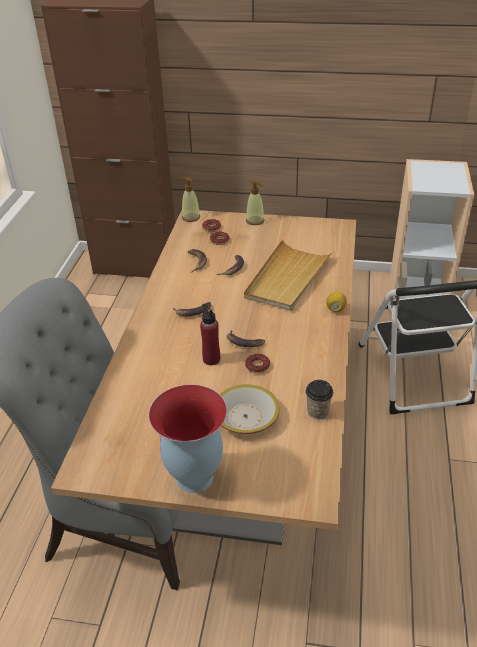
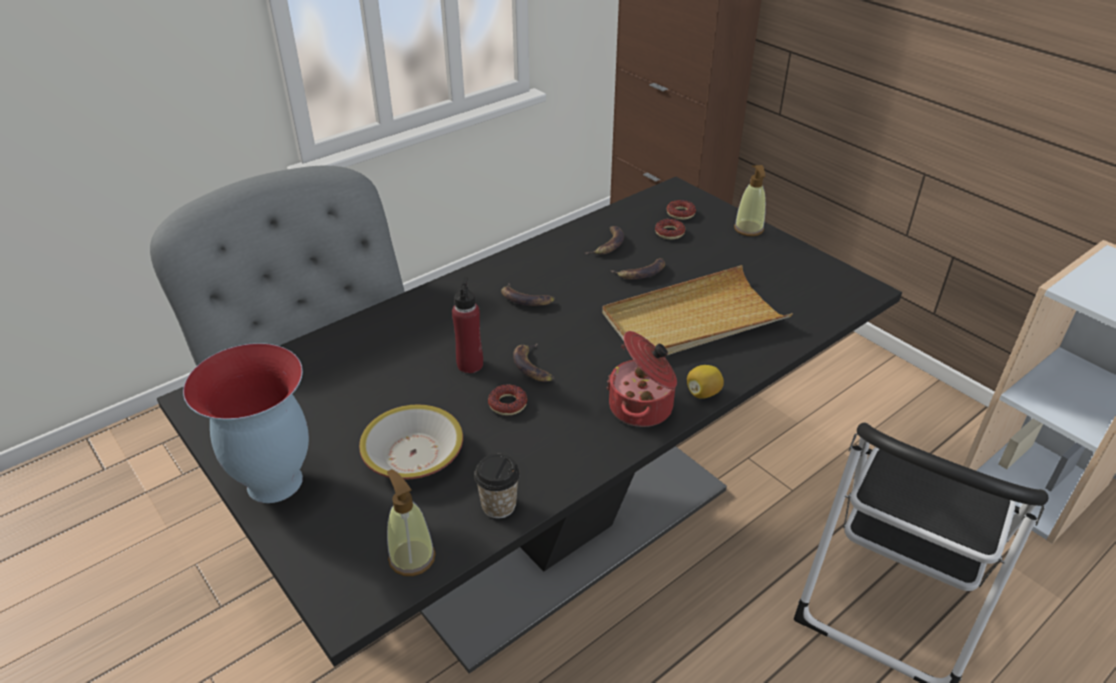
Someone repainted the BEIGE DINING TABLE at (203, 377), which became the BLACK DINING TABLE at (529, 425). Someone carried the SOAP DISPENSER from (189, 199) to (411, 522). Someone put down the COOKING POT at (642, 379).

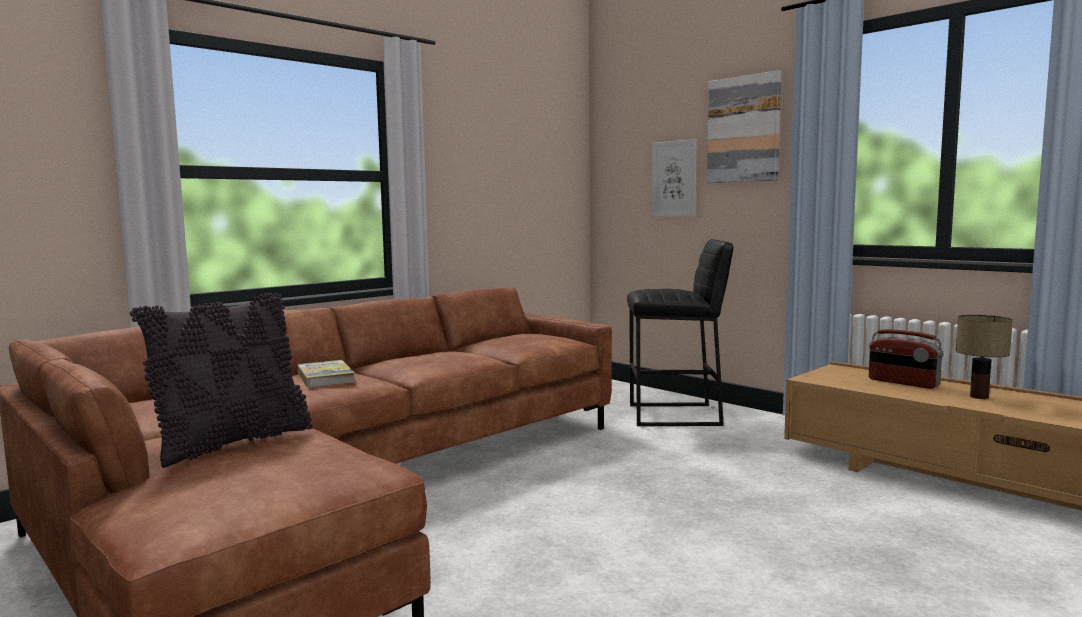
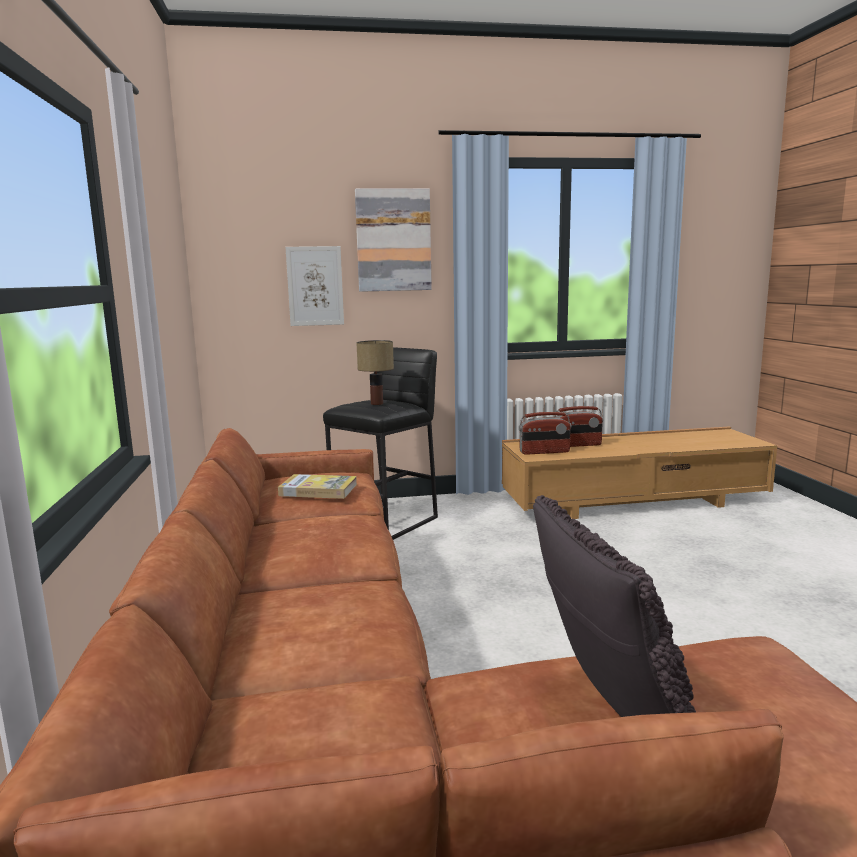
Someone carried the BOOK from (326, 374) to (317, 486). Someone carried the TABLE LAMP from (984, 357) to (375, 372). Someone put down the RADIO at (545, 433).

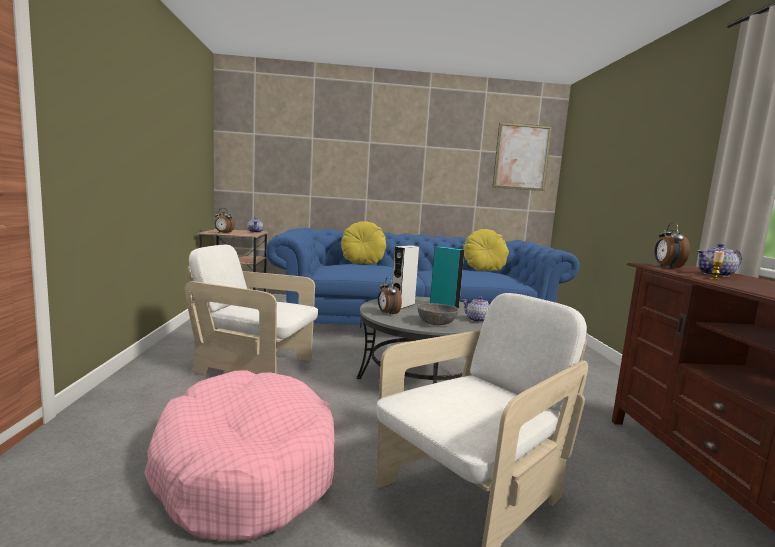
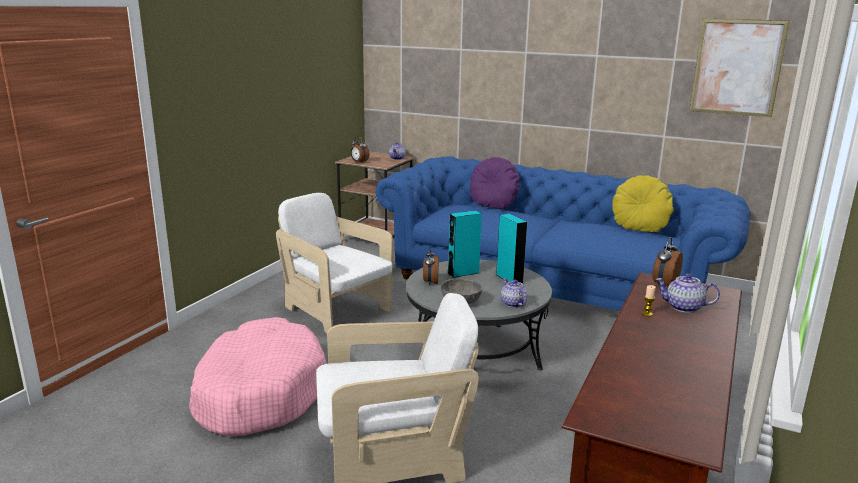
Someone repainted the WHITE SPEAKER at (405, 277), which became the TURQUOISE SPEAKER at (465, 244). Someone repainted the YELLOW PILLOW at (364, 242), which became the PURPLE PILLOW at (494, 183).

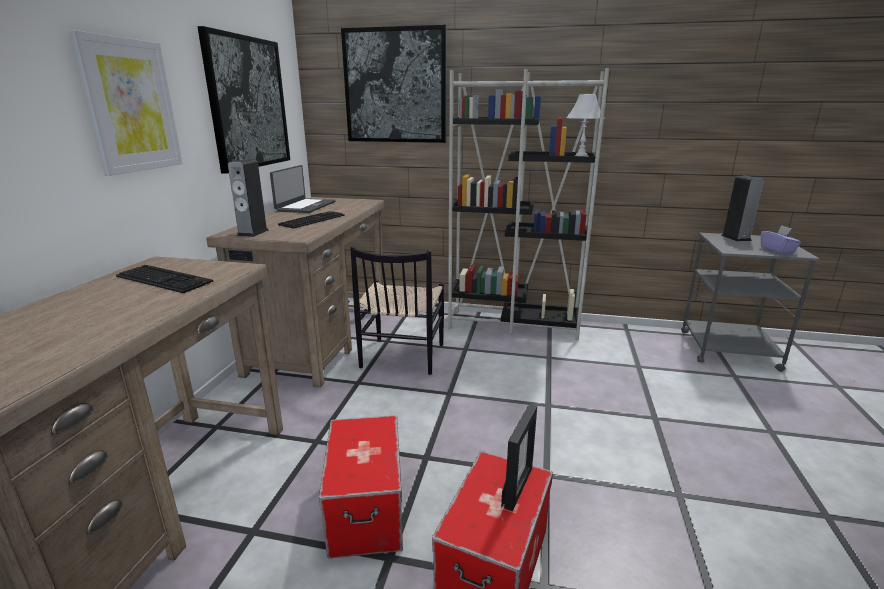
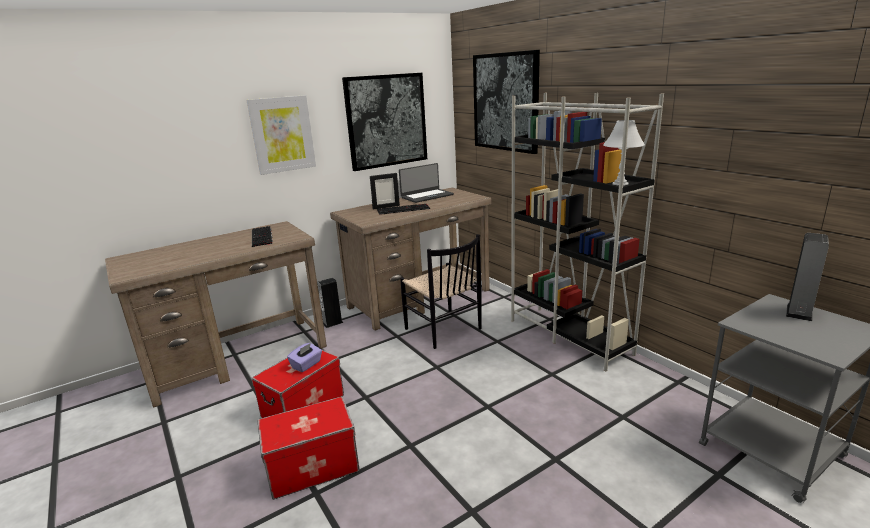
Someone carried the PURPLE TISSUE BOX from (781, 239) to (304, 357). Someone carried the SPEAKER from (248, 198) to (330, 303). Someone carried the PICTURE FRAME from (519, 457) to (385, 191). Someone rotated the BLACK CHAIR at (397, 310) by 90 degrees counterclockwise.

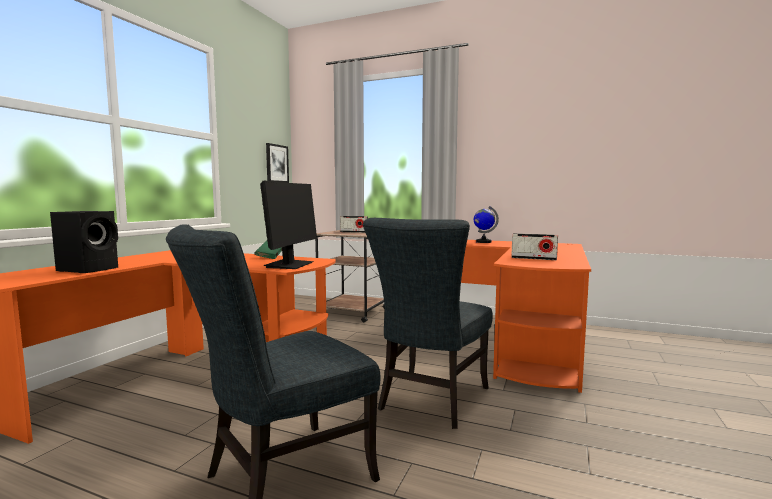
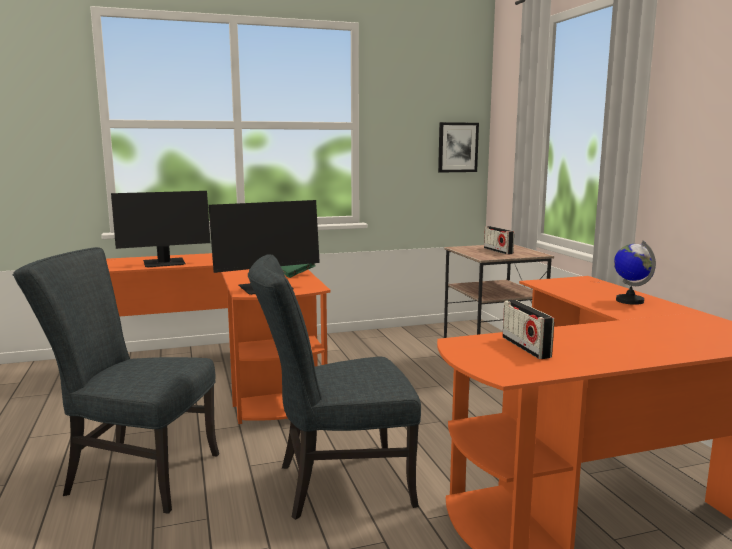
Someone swapped the BLACK SPEAKER at (84, 242) for the MONITOR at (161, 229).

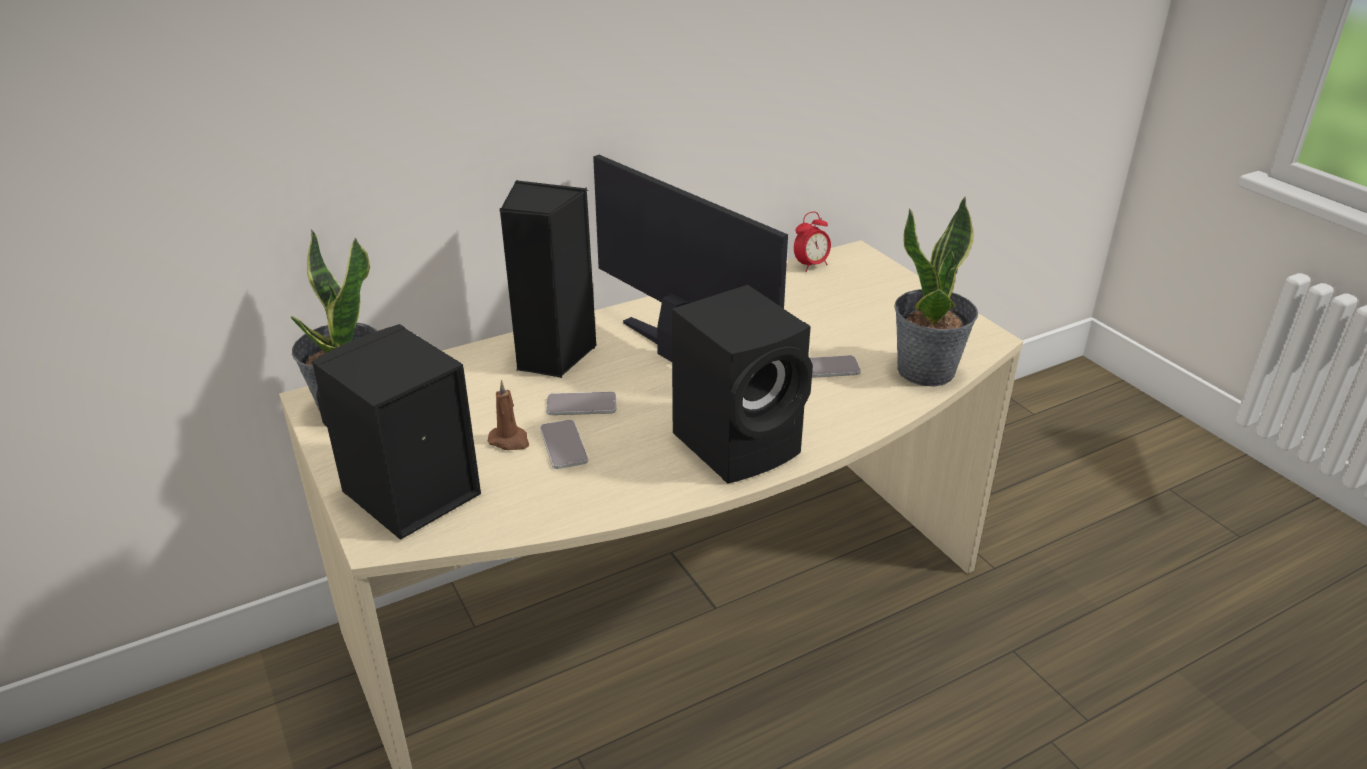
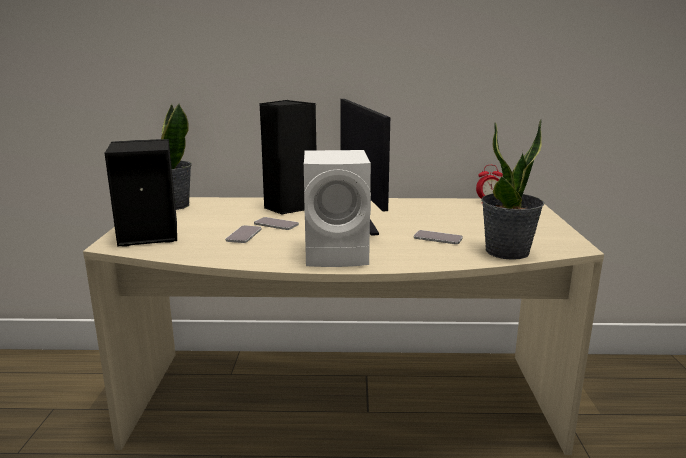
Someone repainted the BLACK SPEAKER at (742, 384), which became the WHITE SPEAKER at (337, 208). Someone took away the BROWN CANDLE at (508, 415).

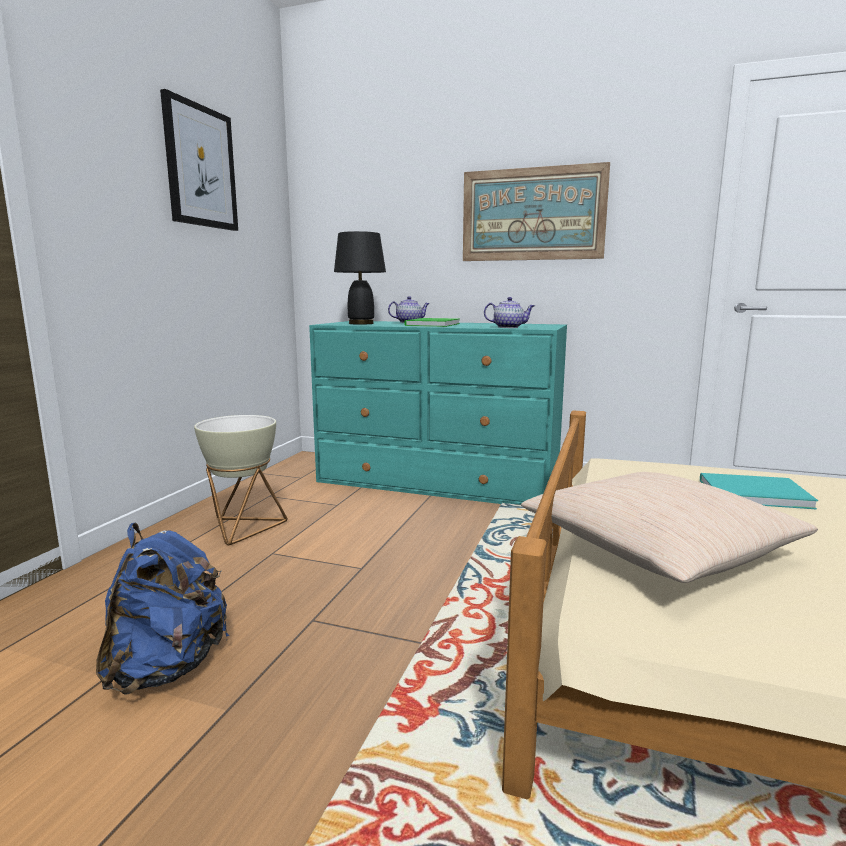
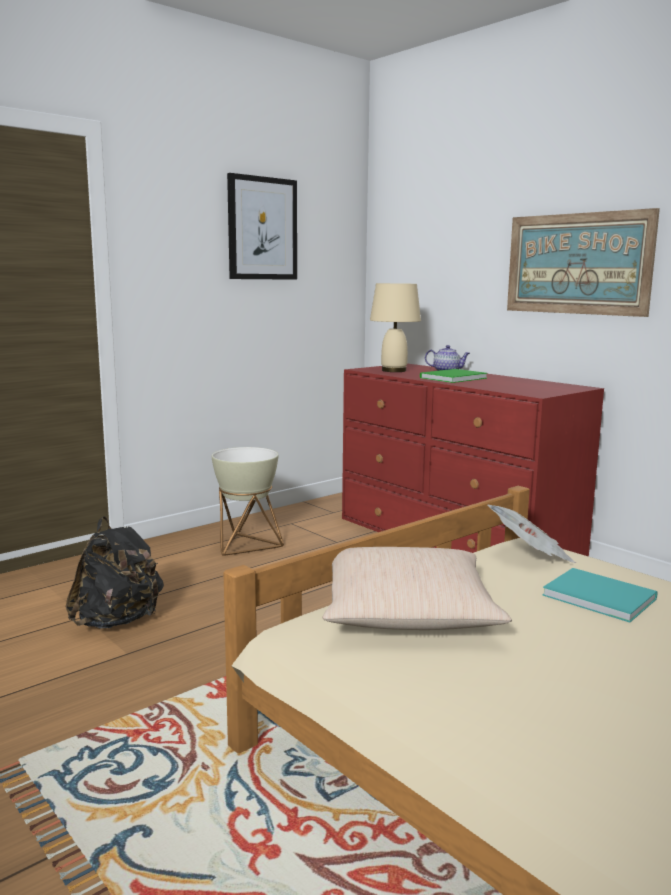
Someone repainted the BLUE BACKPACK at (162, 608), which became the BLACK BACKPACK at (115, 572). Someone repainted the TURQUOISE DRESSER at (438, 413), which became the RED DRESSER at (473, 460). Someone repainted the BLACK TABLE LAMP at (360, 278), which became the BEIGE TABLE LAMP at (395, 327). Someone put down the NEWSPAPER at (531, 533). Someone took away the TEAPOT at (509, 312).

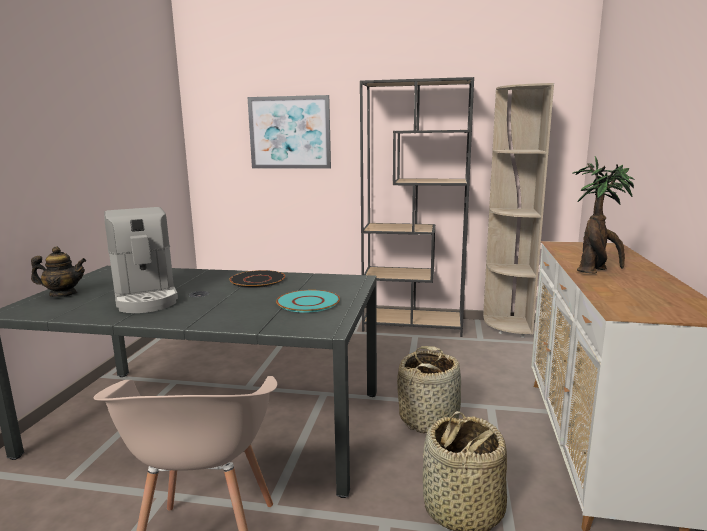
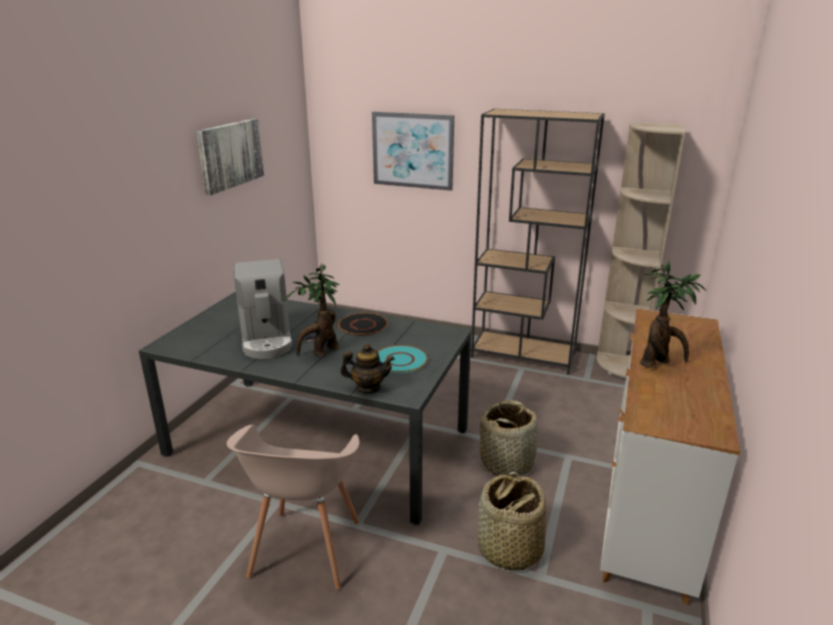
Someone put up the PICTURE at (230, 156). Someone put down the POTTED PLANT at (311, 309). Someone carried the TEAPOT from (58, 271) to (367, 368).

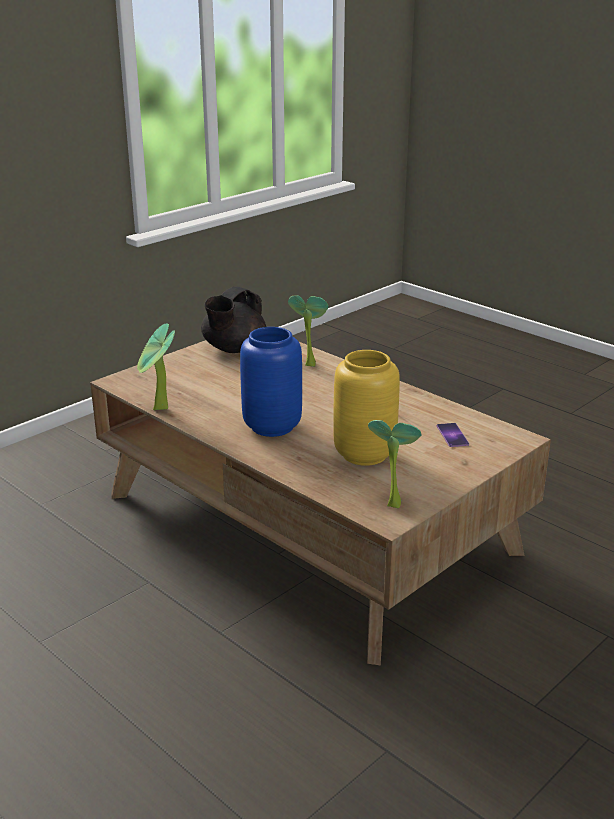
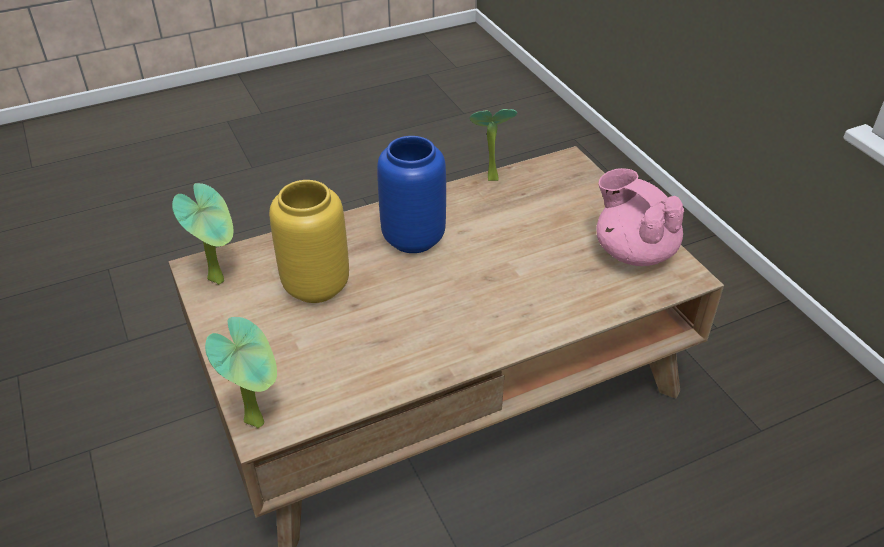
Someone carried the POTTED PLANT from (308, 331) to (241, 373). Someone repainted the BLACK TEAPOT at (233, 319), which became the PINK TEAPOT at (640, 217). Someone took away the PHONE at (453, 435).

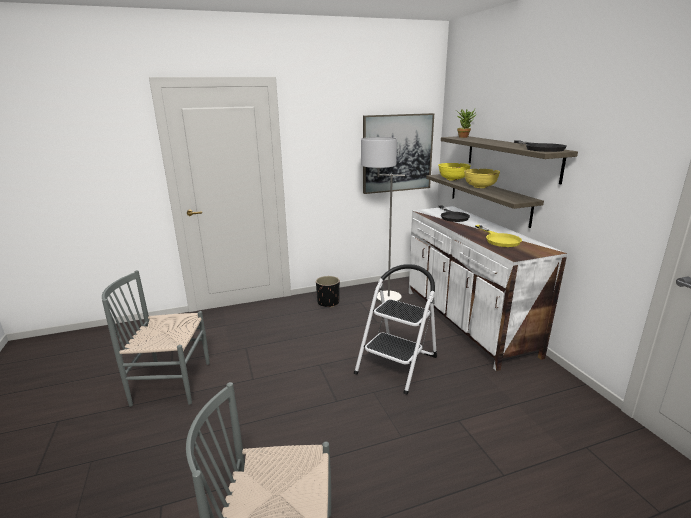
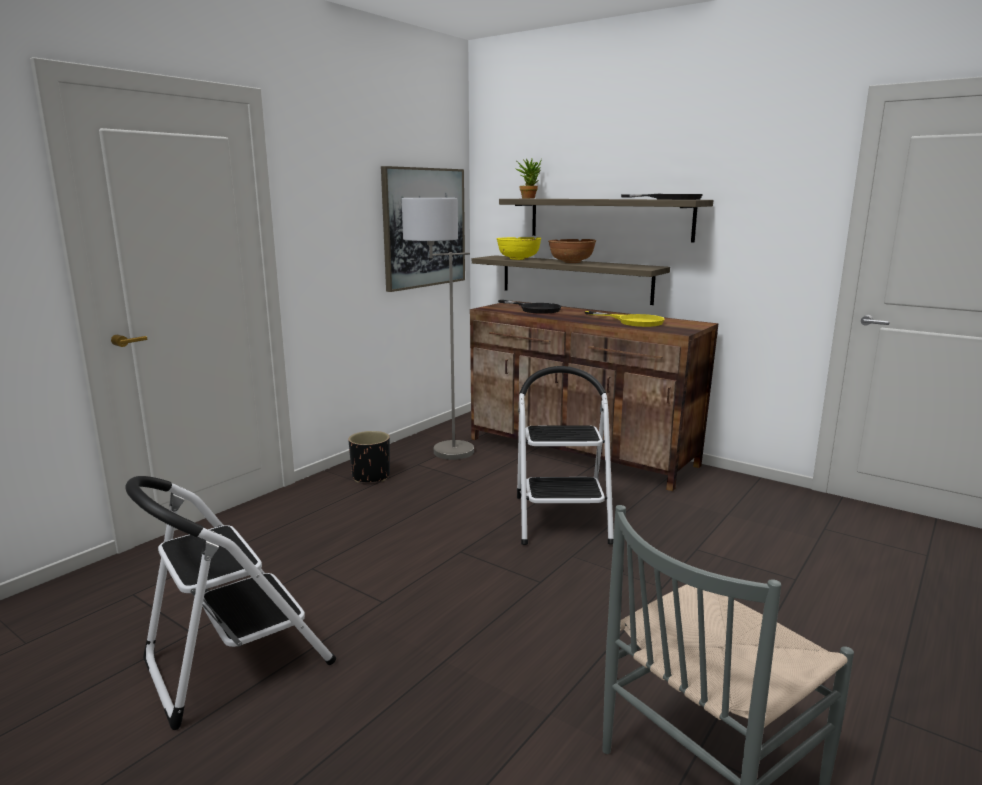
Someone swapped the GREY CHAIR at (156, 338) for the STEP LADDER at (230, 603). Someone repainted the WHITE CABINET at (488, 288), which became the BROWN CABINET at (594, 396). Someone repainted the YELLOW BOWL at (482, 178), which became the BROWN BOWL at (572, 251).

